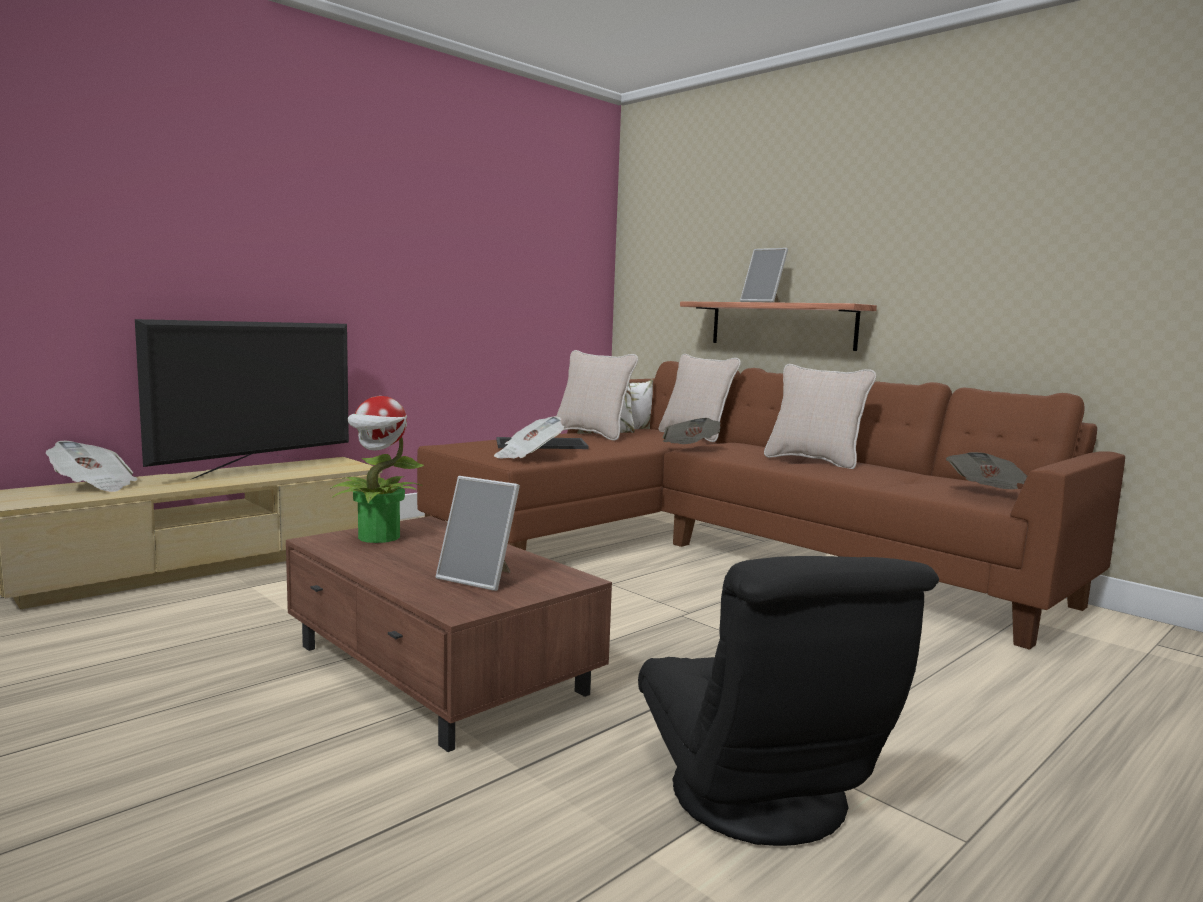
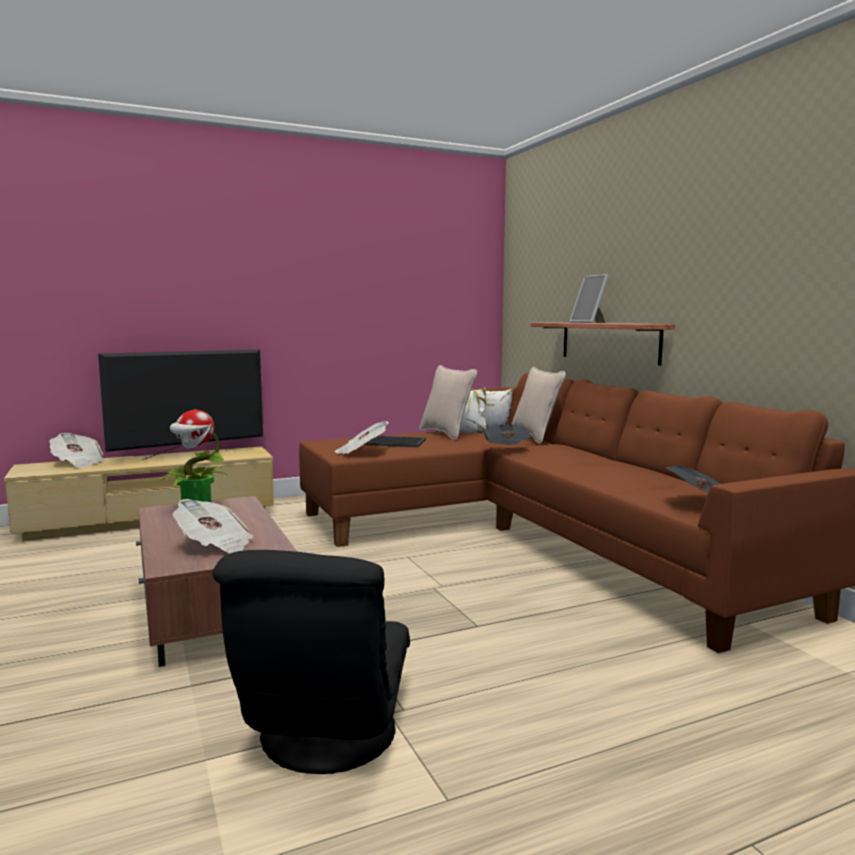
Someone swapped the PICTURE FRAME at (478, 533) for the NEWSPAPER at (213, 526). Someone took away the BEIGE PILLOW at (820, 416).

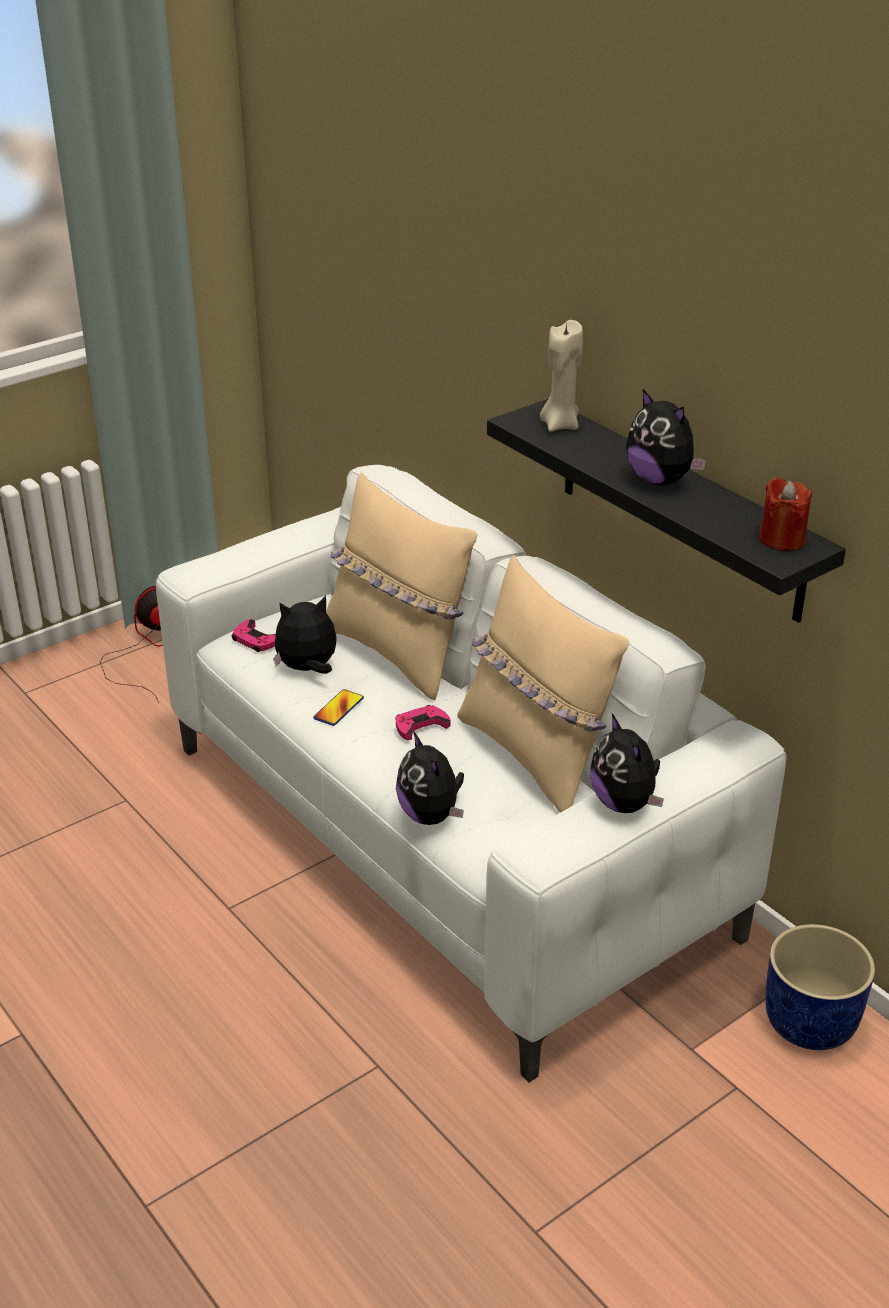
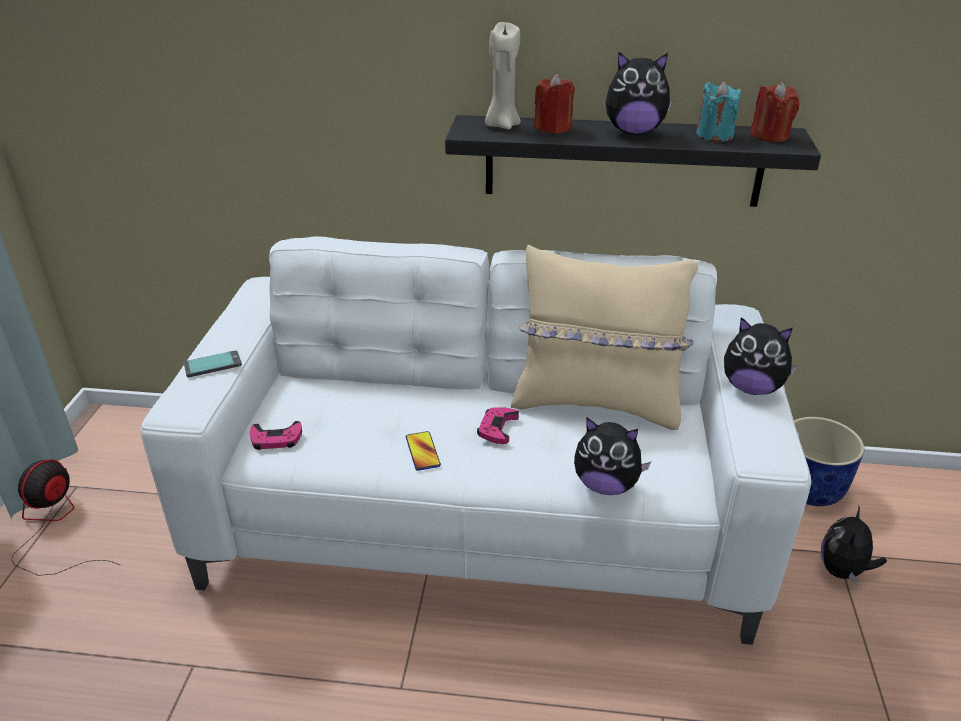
Someone put down the PHONE at (213, 363). Someone put down the RED CANDLE at (554, 104). Someone put down the TURQUOISE CANDLE at (718, 111). Someone carried the PLUSH TOY from (304, 635) to (854, 546). Someone took away the BEIGE PILLOW at (401, 586).

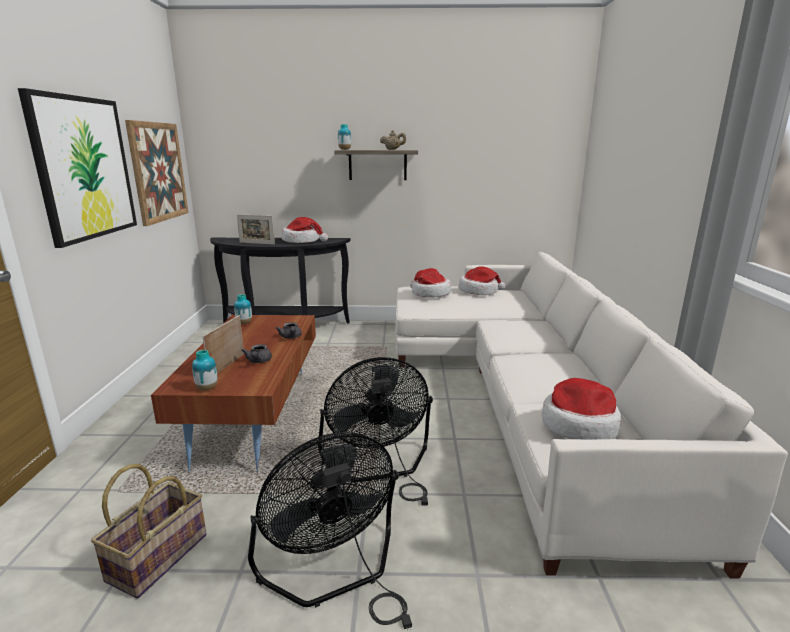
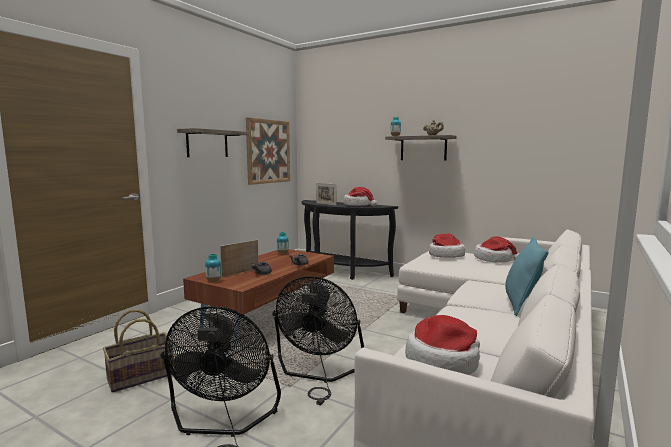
Someone swapped the PICTURE at (77, 168) for the SHELF at (213, 142). Someone put down the TURQUOISE PILLOW at (527, 276).

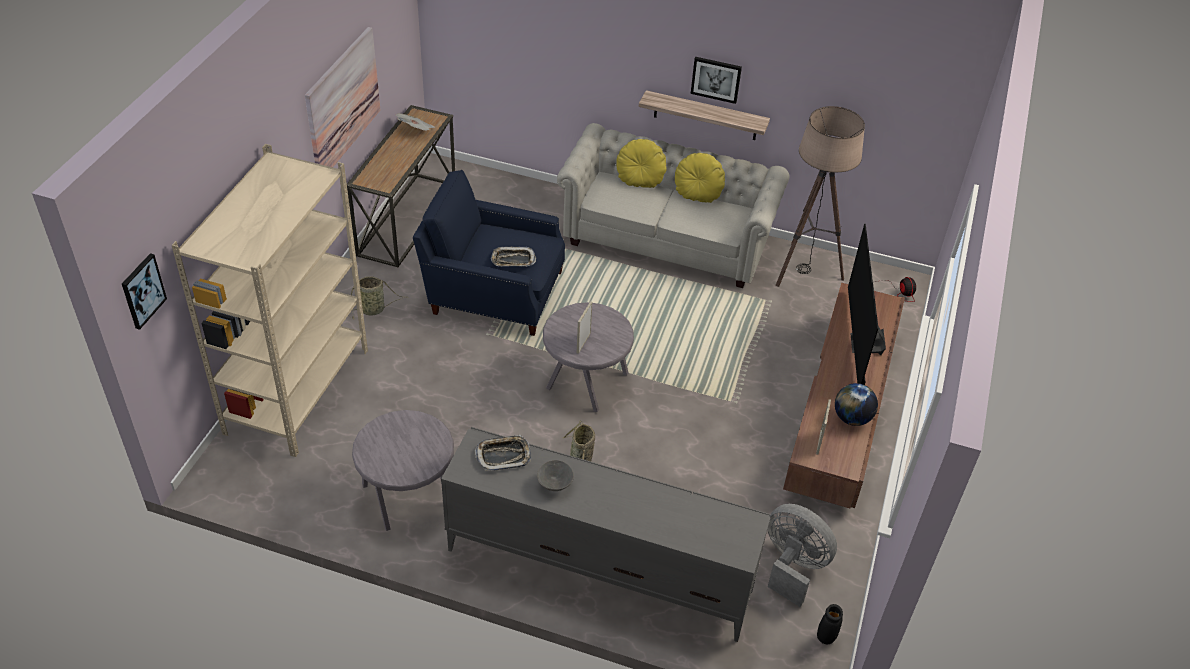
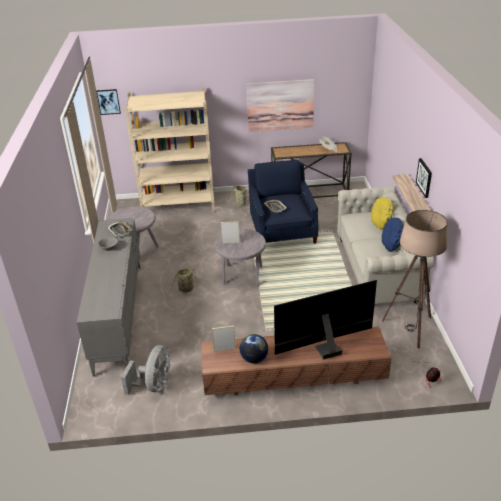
Someone repainted the YELLOW PILLOW at (700, 178), which became the BLUE PILLOW at (393, 235). Someone took away the BLACK VASE at (830, 624).

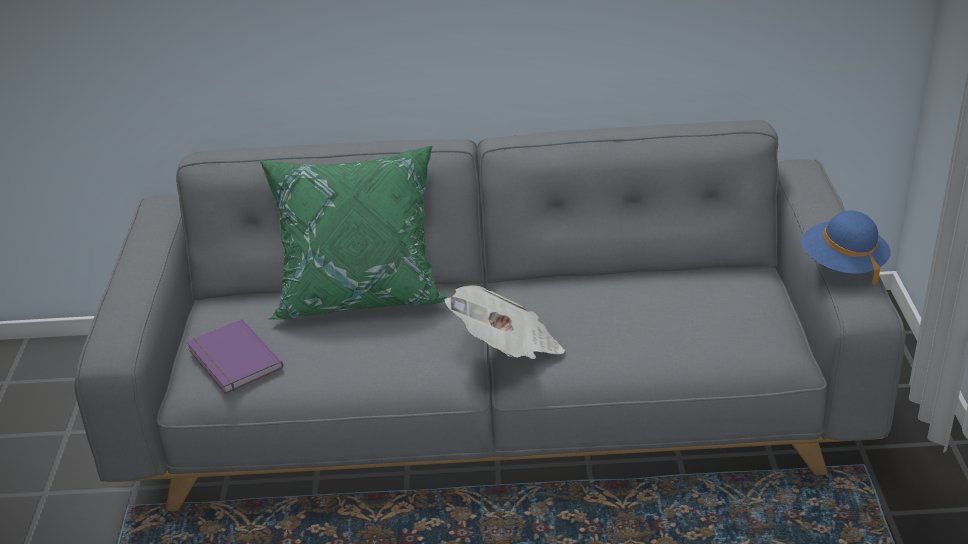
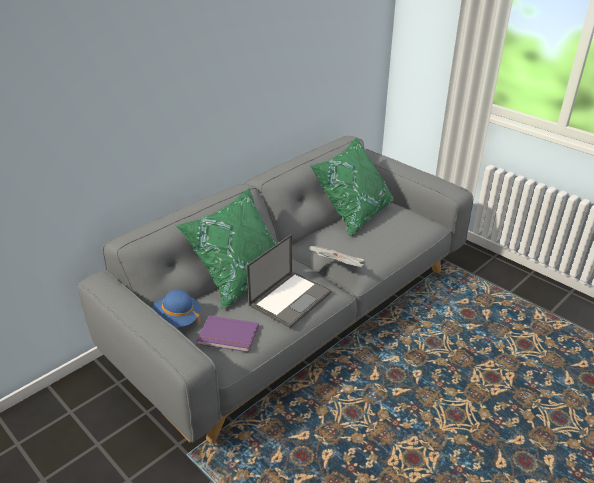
Someone carried the BLUE HAT from (846, 247) to (176, 308). Someone put down the LAPTOP at (289, 281). Someone put down the GREEN PILLOW at (352, 186).

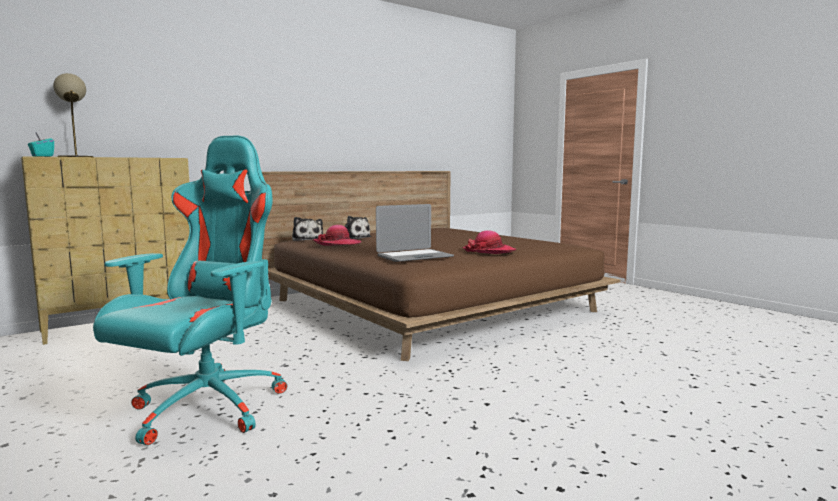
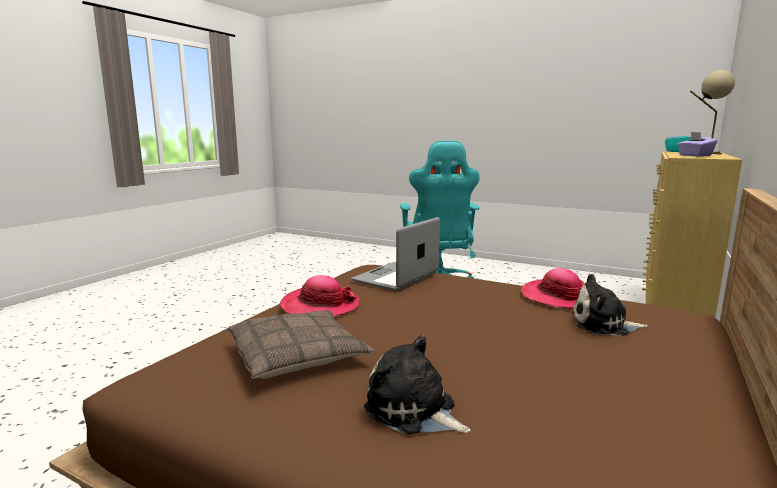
Someone put down the PILLOW at (300, 344). Someone carried the PLUSH TOY from (307, 229) to (417, 384). Someone put down the PURPLE TISSUE BOX at (697, 144).

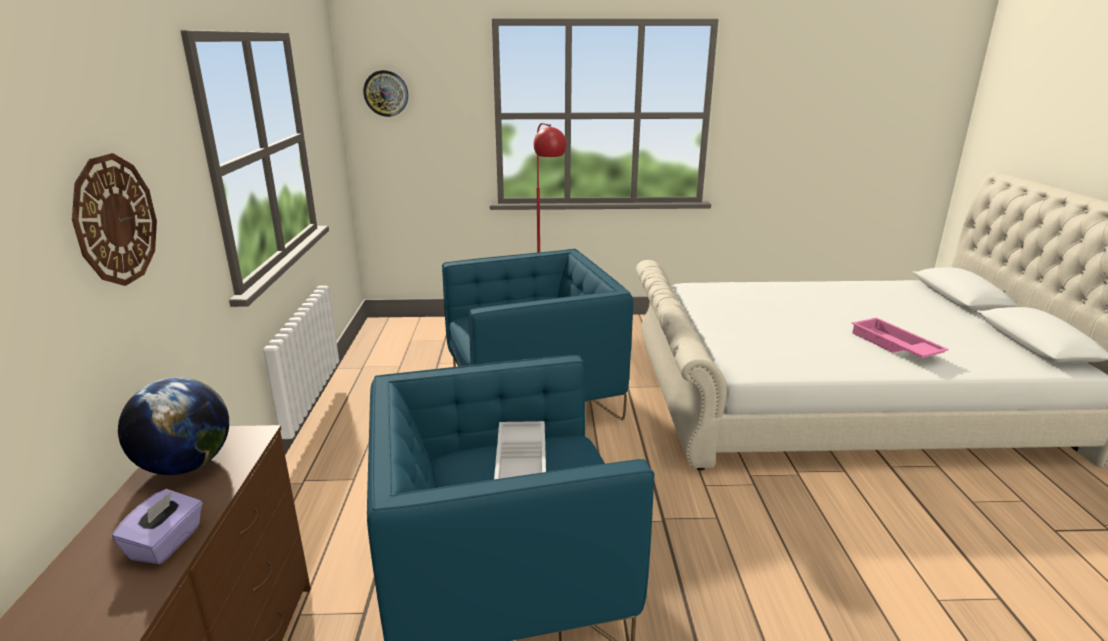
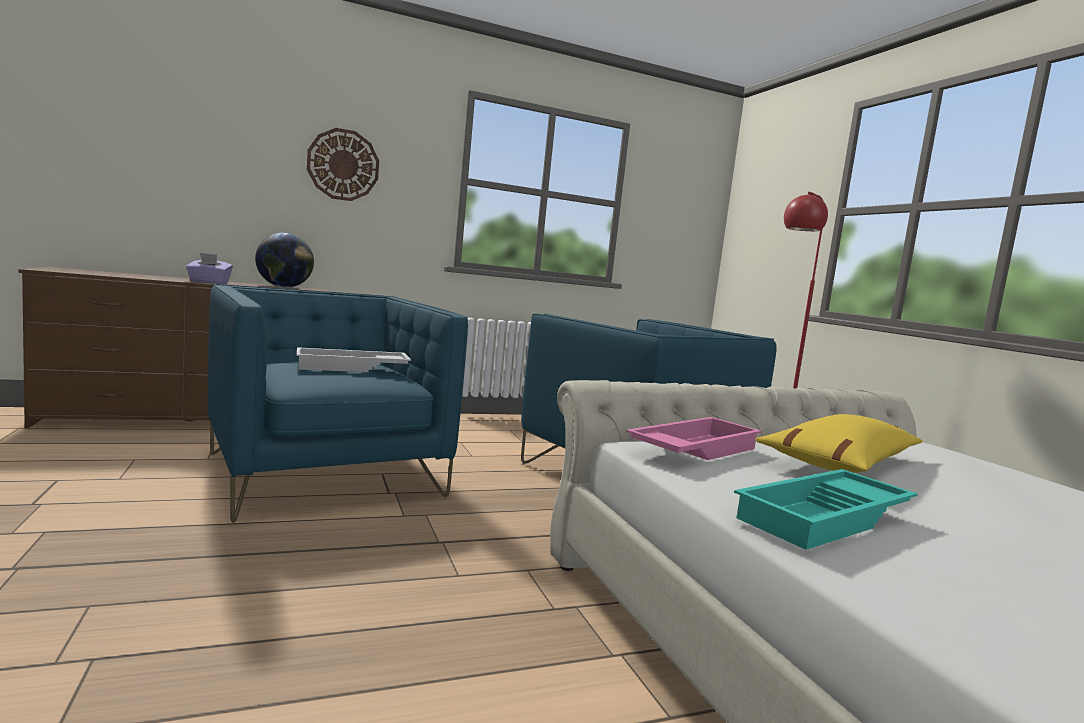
Someone carried the PINK TRAY from (900, 338) to (694, 438). Someone put down the TURQUOISE TRAY at (826, 509). Someone put down the YELLOW PILLOW at (839, 443). Someone took away the WALL CLOCK at (385, 93).

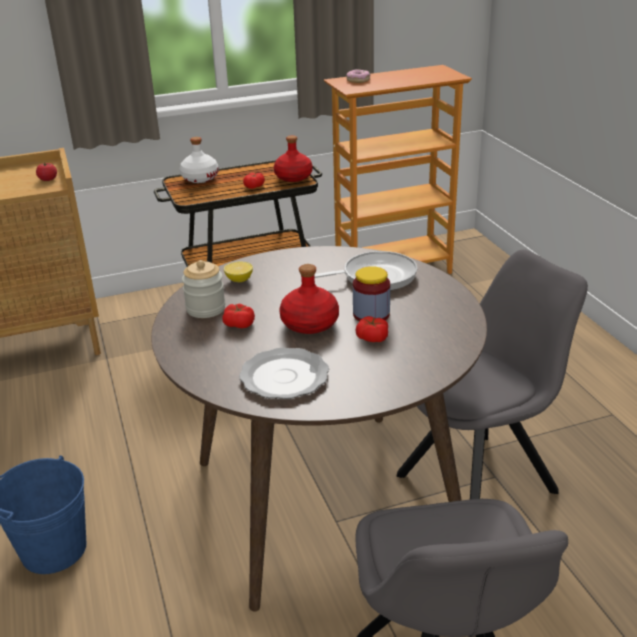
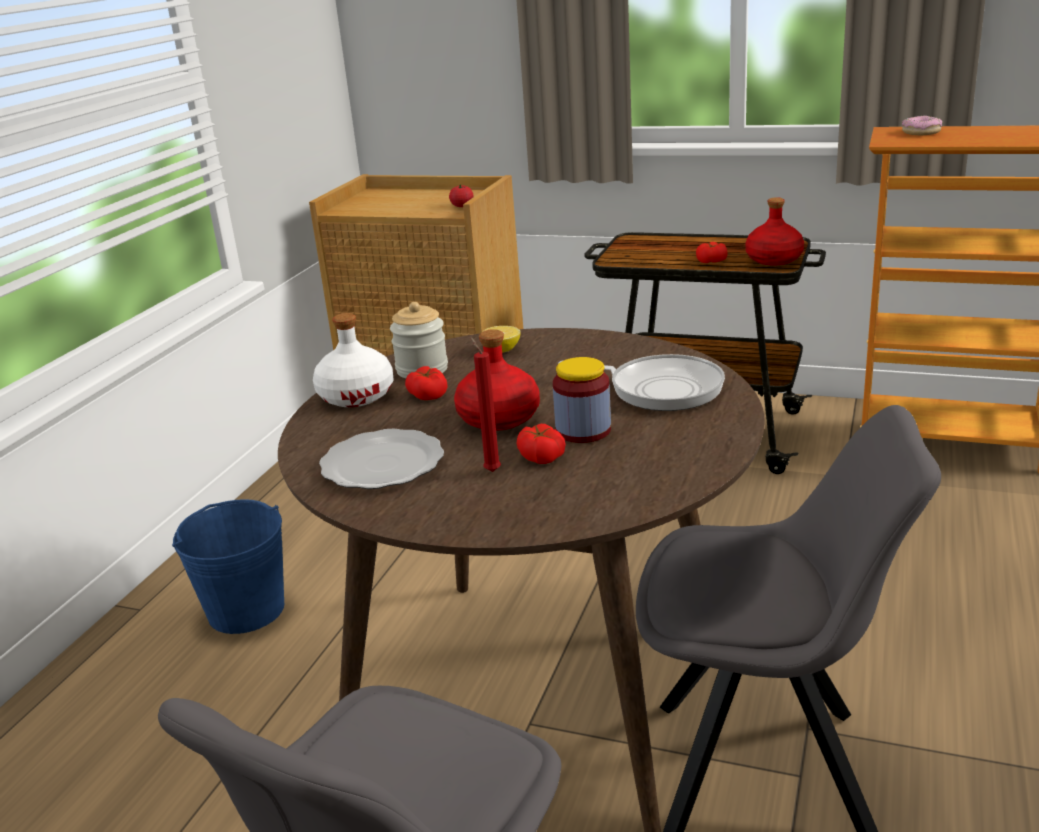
Someone carried the WHITE BOTTLE from (199, 160) to (353, 360). Someone put down the RED CANDLE at (485, 404).

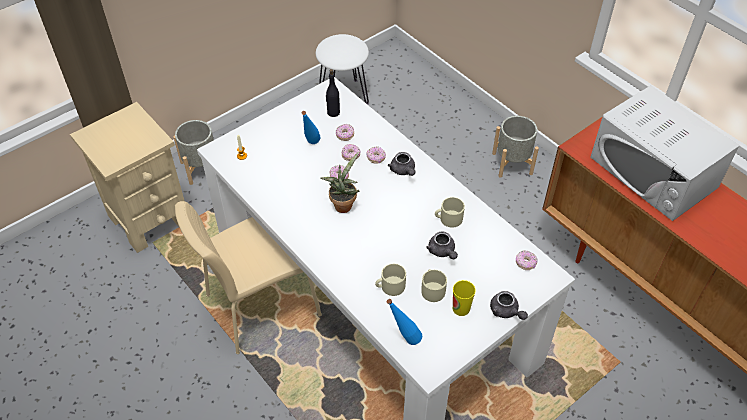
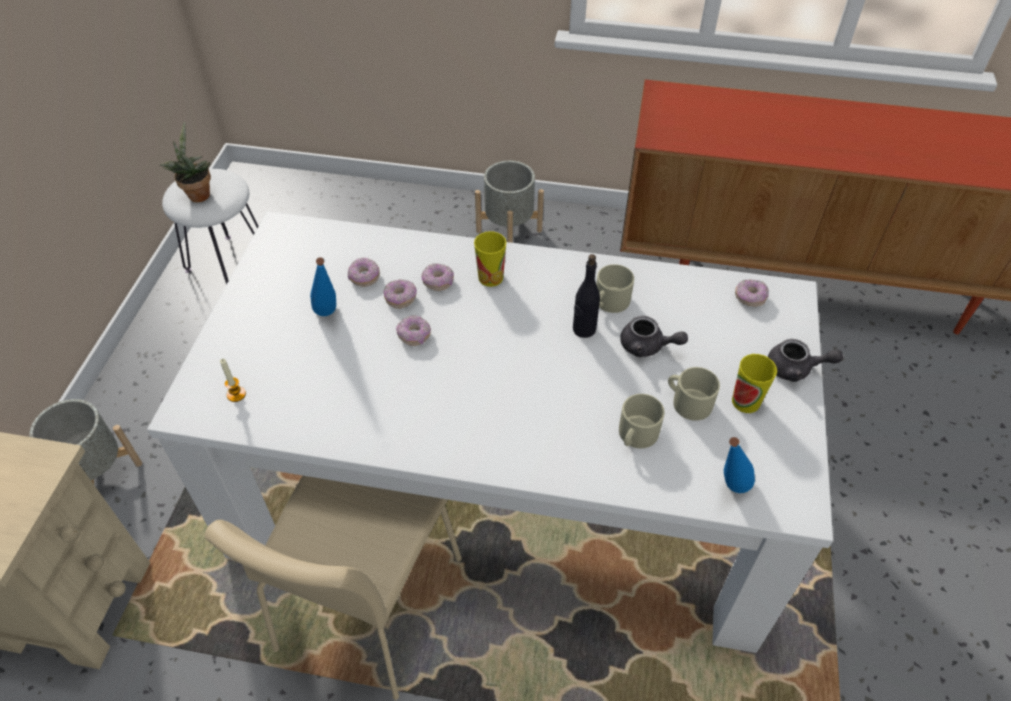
Someone carried the POTTED PLANT from (340, 182) to (185, 162). Someone swapped the GREY TEAPOT at (401, 164) for the CUP at (490, 259). Someone carried the BLACK BOTTLE from (333, 93) to (586, 296). Someone took away the WHITE MICROWAVE at (665, 153).

